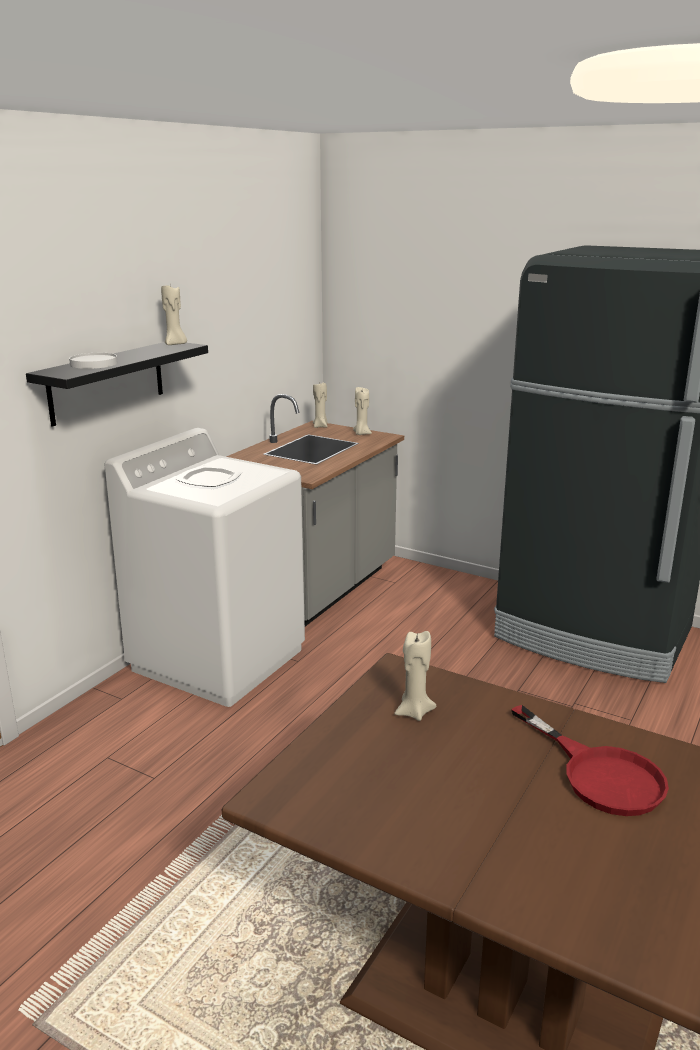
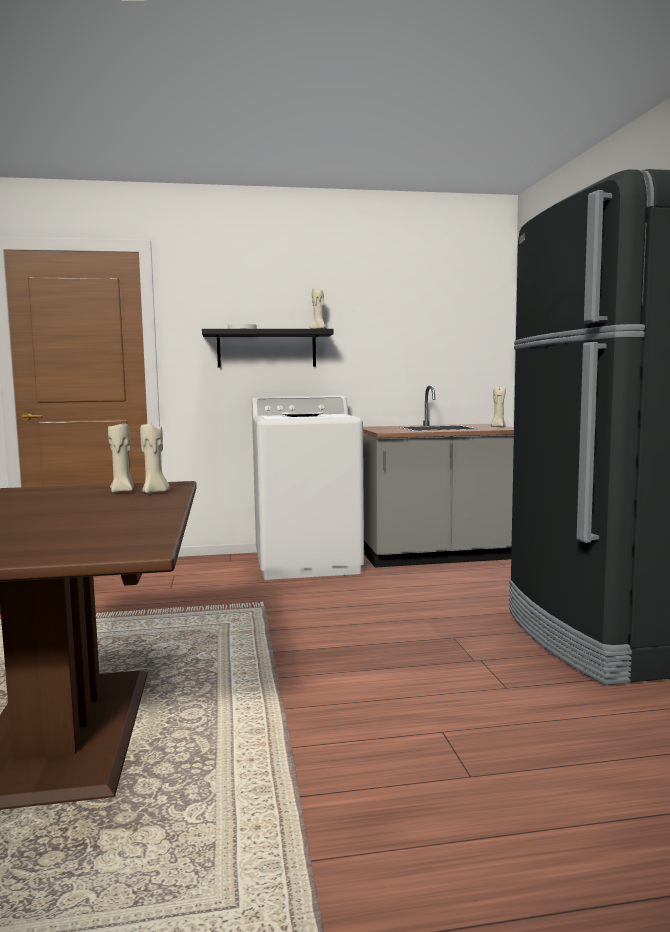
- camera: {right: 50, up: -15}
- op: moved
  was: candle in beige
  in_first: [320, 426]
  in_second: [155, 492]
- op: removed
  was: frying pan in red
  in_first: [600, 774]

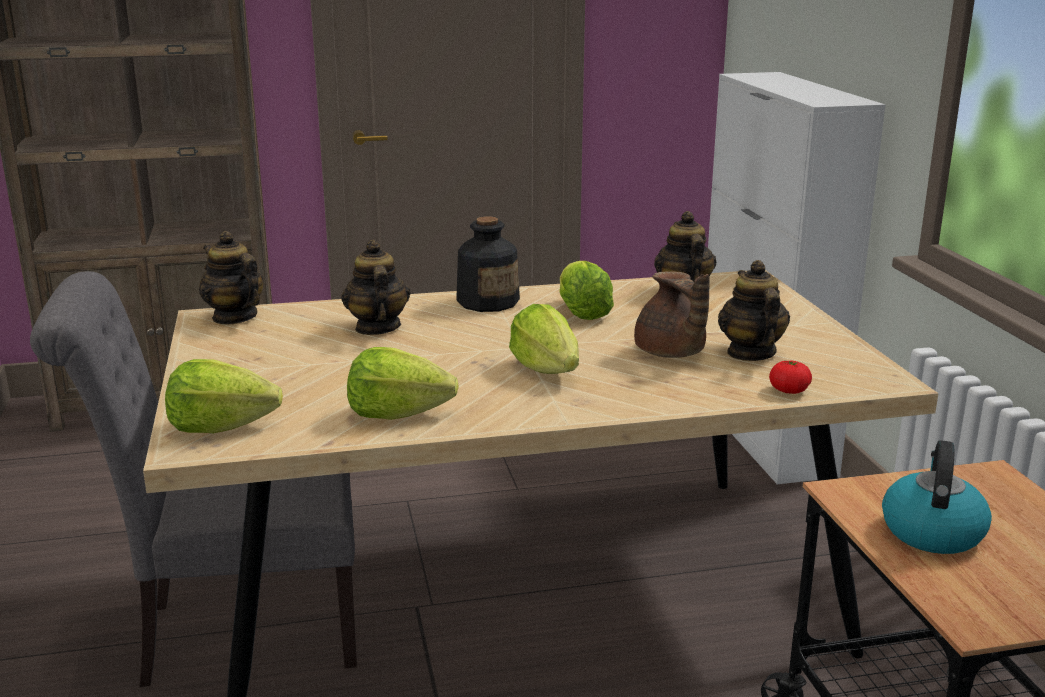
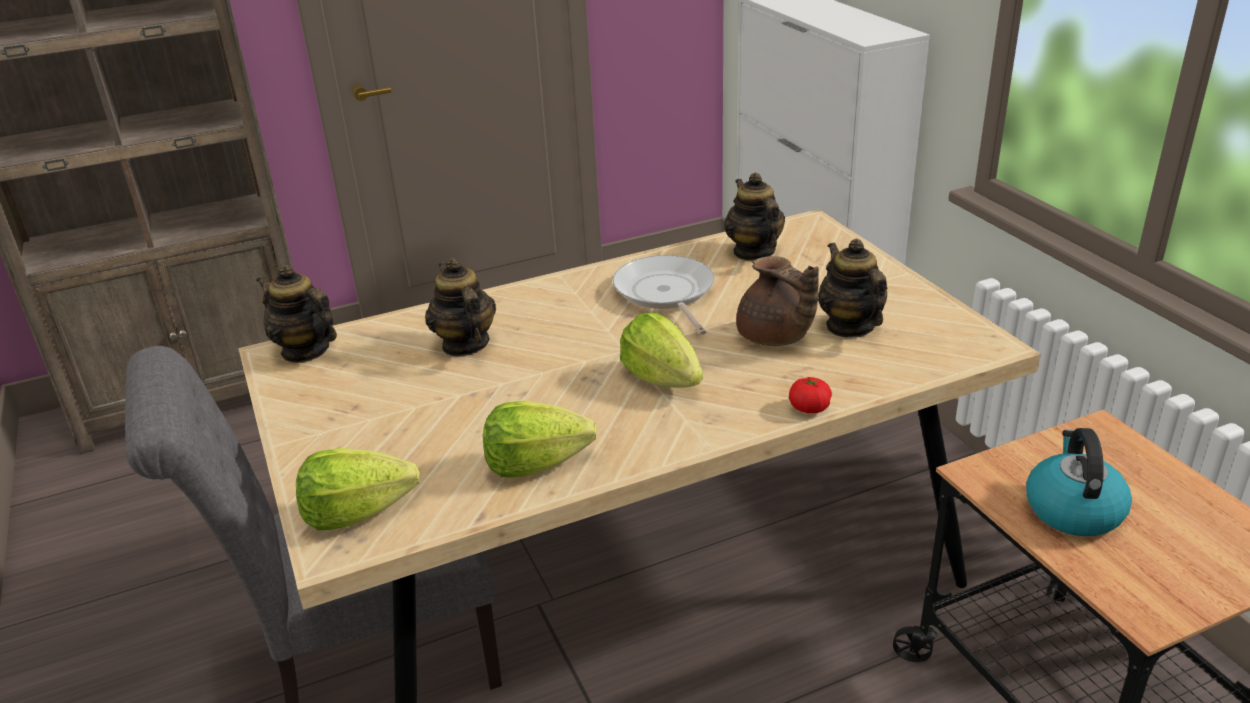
- camera: {right: -10, up: 10}
- op: removed
  was: bottle
  in_first: [488, 302]
- op: replaced
  was: lettuce
  now: frying pan
  in_first: [582, 313]
  in_second: [665, 293]
- op: moved
  was: tomato
  in_first: [789, 390]
  in_second: [809, 408]

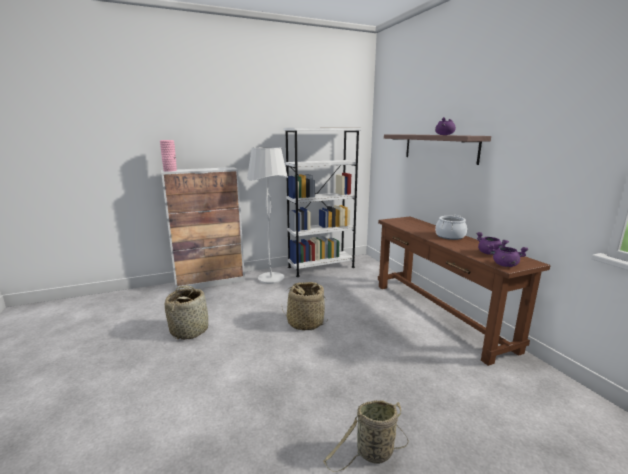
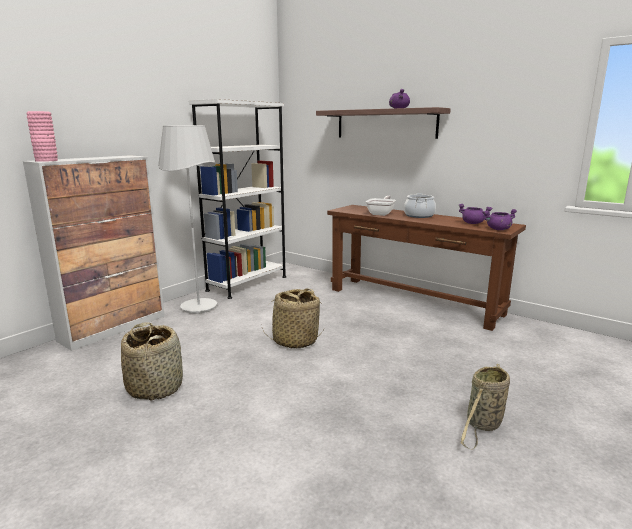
- camera: {right: -30, up: 0}
- op: added
  now: frying pan
  in_second: [381, 213]

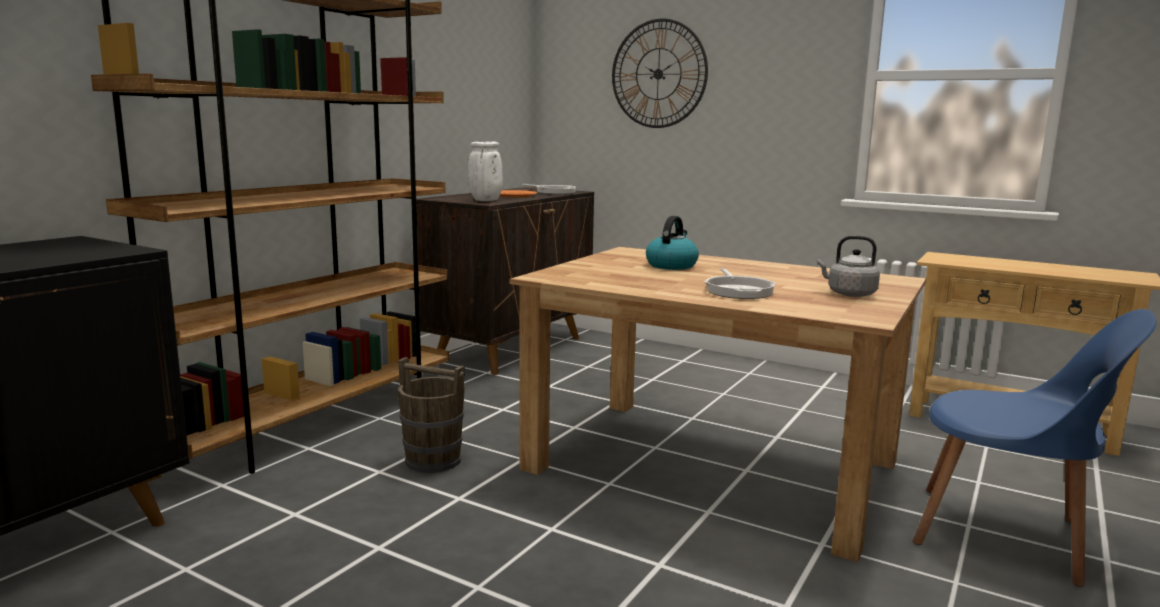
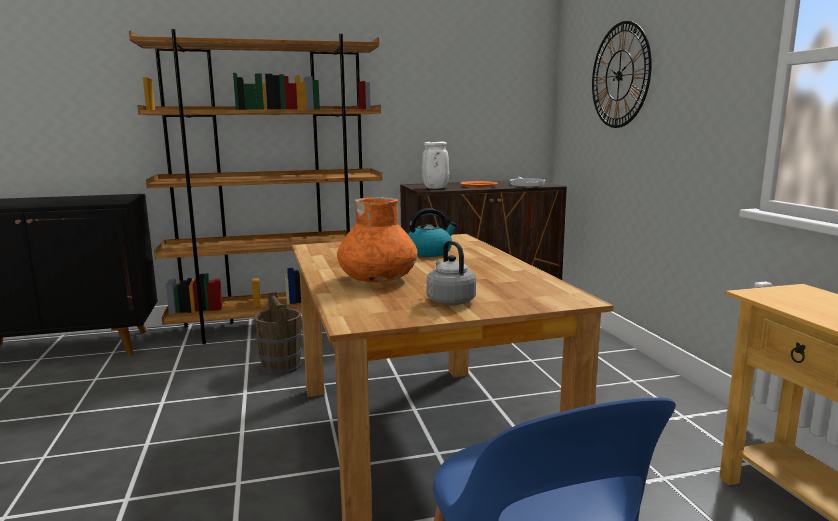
- camera: {right: 45, up: 0}
- op: replaced
  was: frying pan
  now: vase in orange
  in_first: [738, 291]
  in_second: [378, 279]

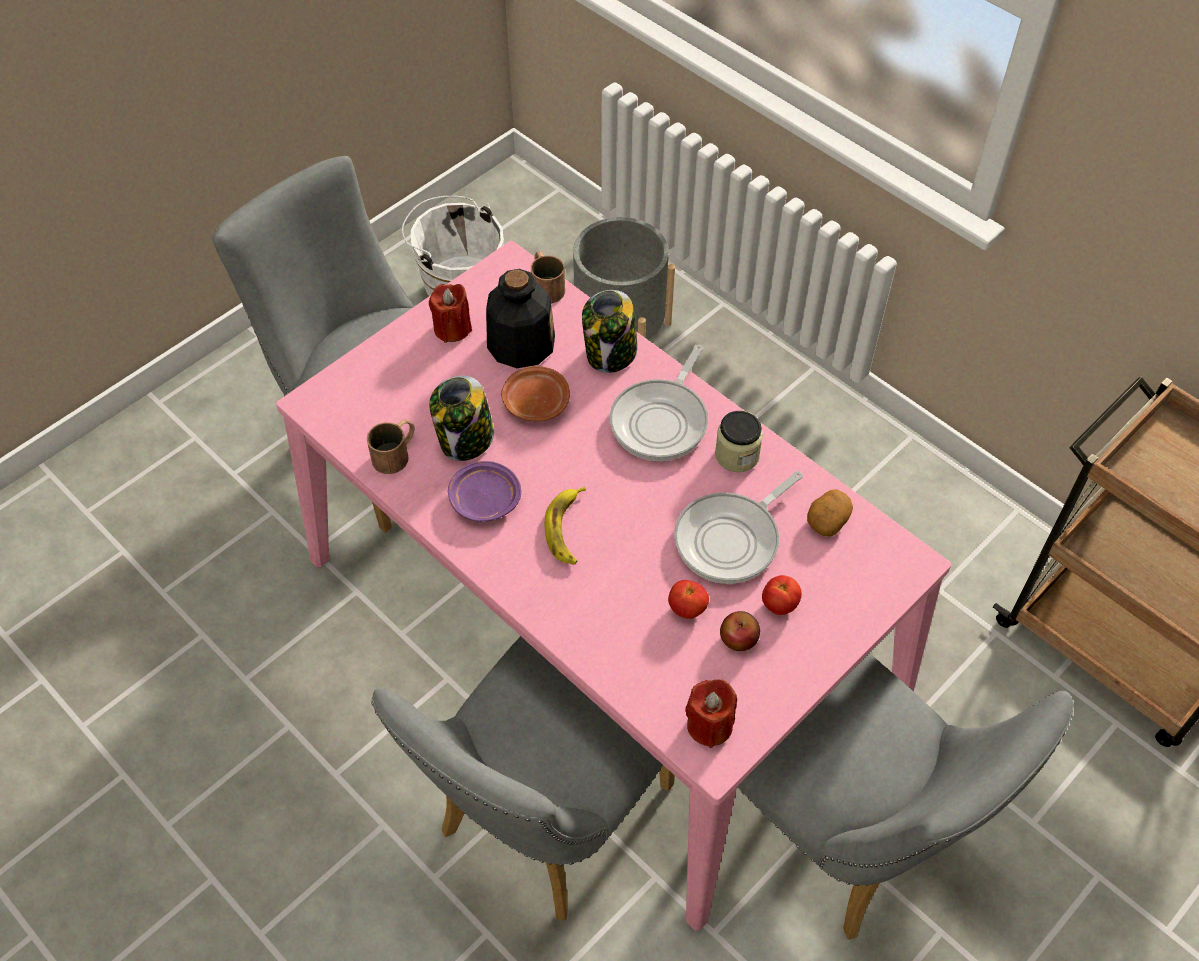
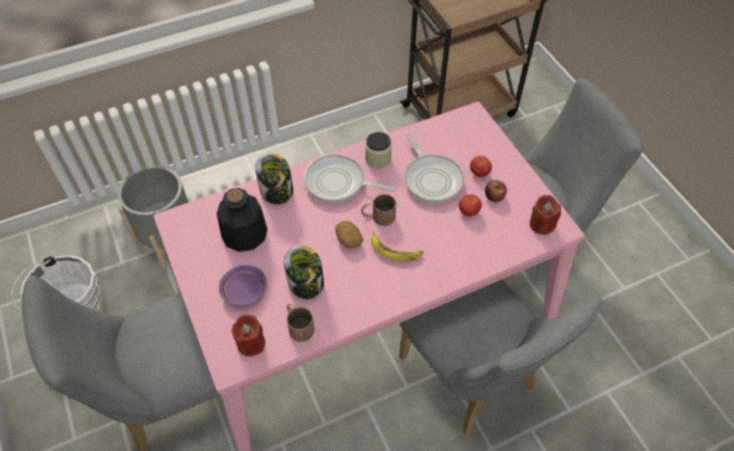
- camera: {right: -70, up: 0}
- op: moved
  was: candle in red
  in_first: [452, 328]
  in_second: [251, 343]
- op: moved
  was: plate in purple
  in_first: [484, 499]
  in_second: [243, 291]
- op: removed
  was: plate in brown
  in_first: [535, 401]
- op: moved
  was: mug in brown
  in_first: [545, 285]
  in_second: [378, 216]
- op: turned
  was: frying pan
  in_first: [662, 420]
  in_second: [338, 183]
  clockwise: 150
- op: moved
  was: potato
  in_first: [827, 520]
  in_second: [348, 239]

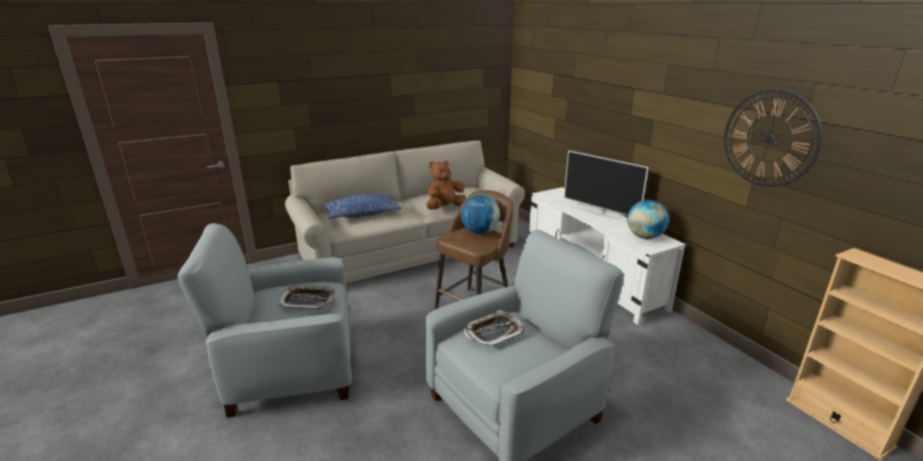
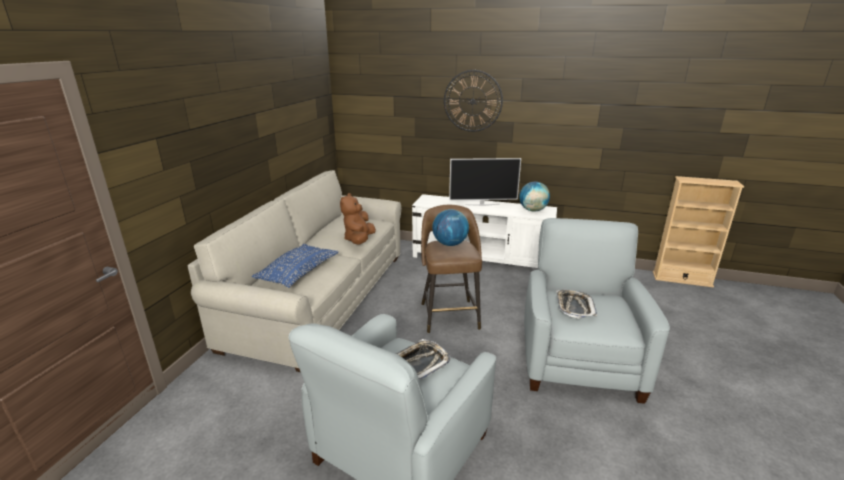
- camera: {right: -45, up: 0}
- op: moved
  was: wall clock
  in_first: [769, 138]
  in_second: [472, 101]

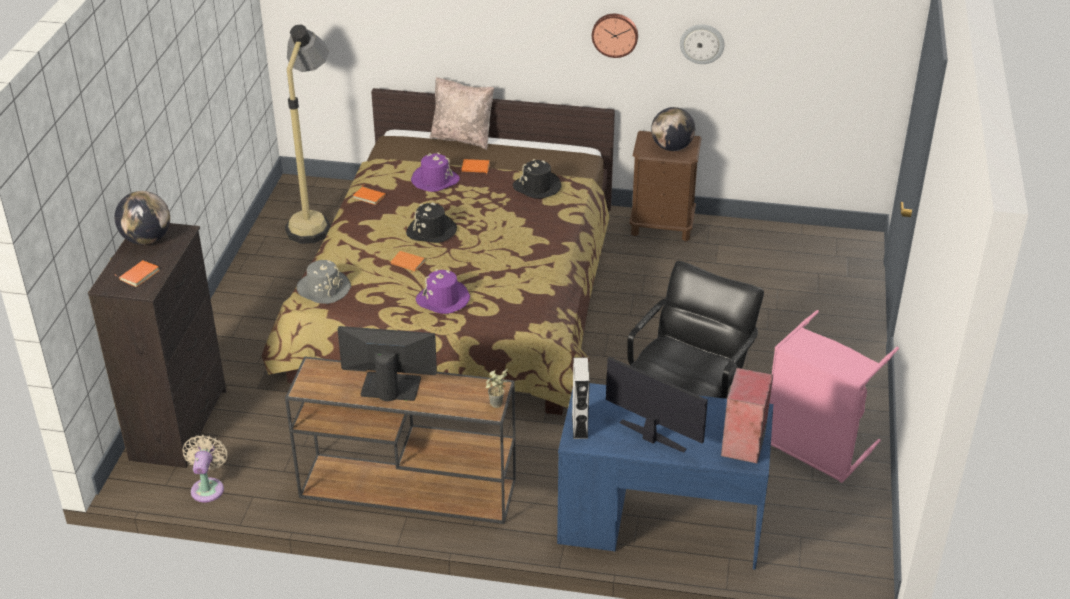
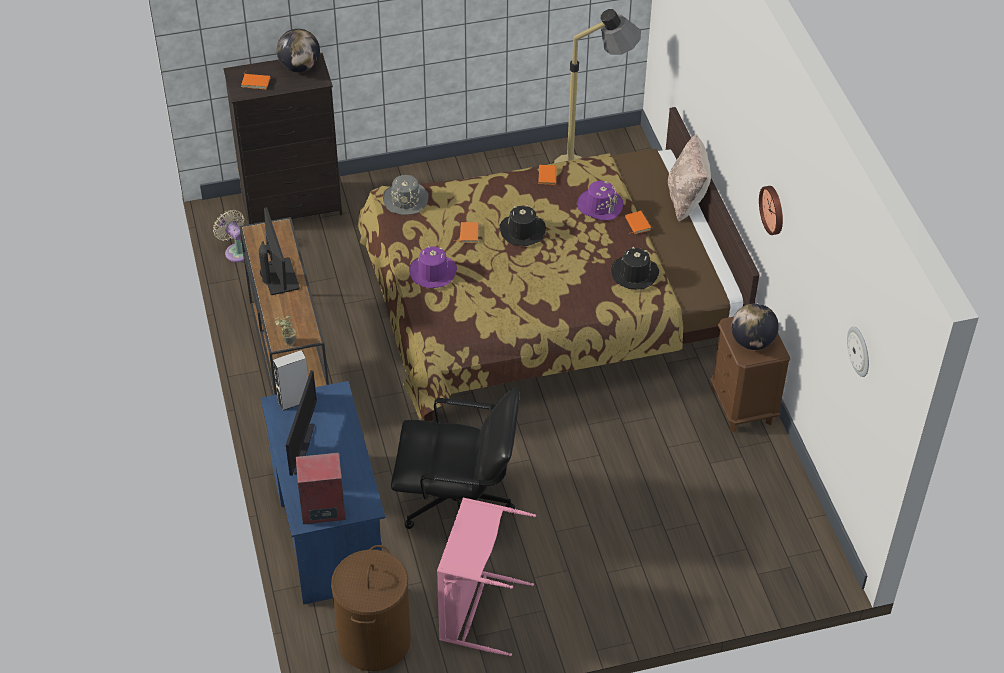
- camera: {right: 65, up: 10}
- op: turned
  was: fan in beige
  in_first: [208, 487]
  in_second: [236, 251]
  clockwise: -105
- op: moved
  was: wall clock
  in_first: [702, 43]
  in_second: [859, 351]
- op: added
  now: laundry basket in brown
  in_second: [374, 641]

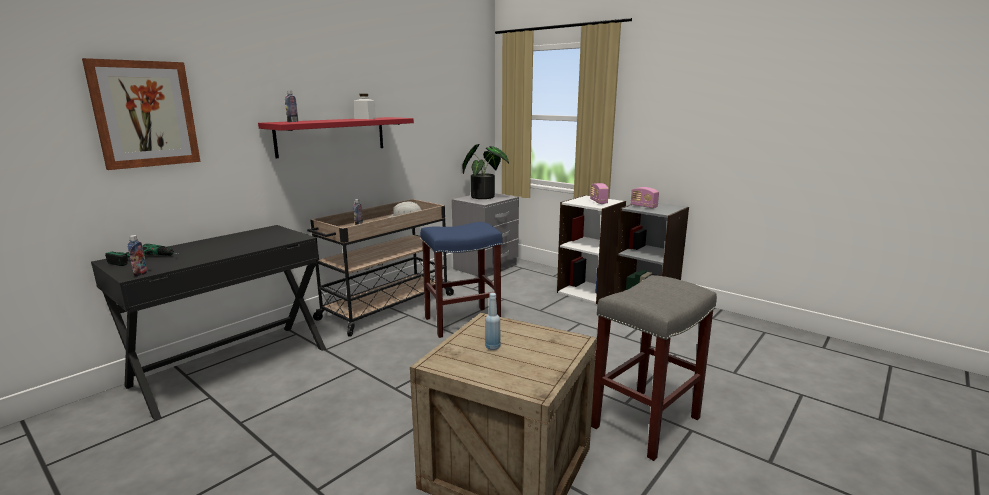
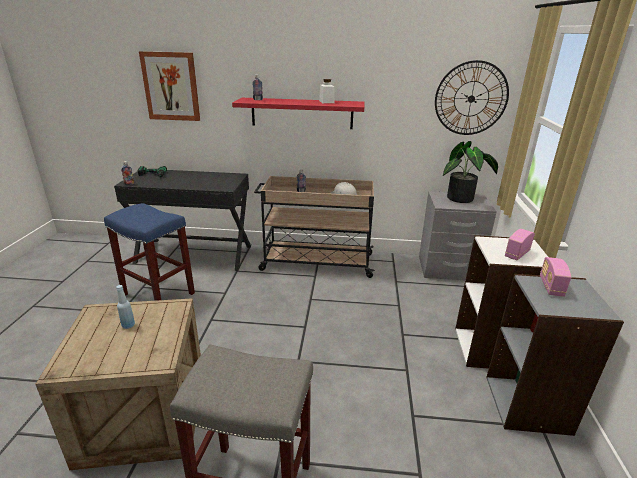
- camera: {right: 55, up: 10}
- op: moved
  was: stool in blue
  in_first: [461, 322]
  in_second: [157, 294]
- op: added
  now: wall clock
  in_second: [471, 99]

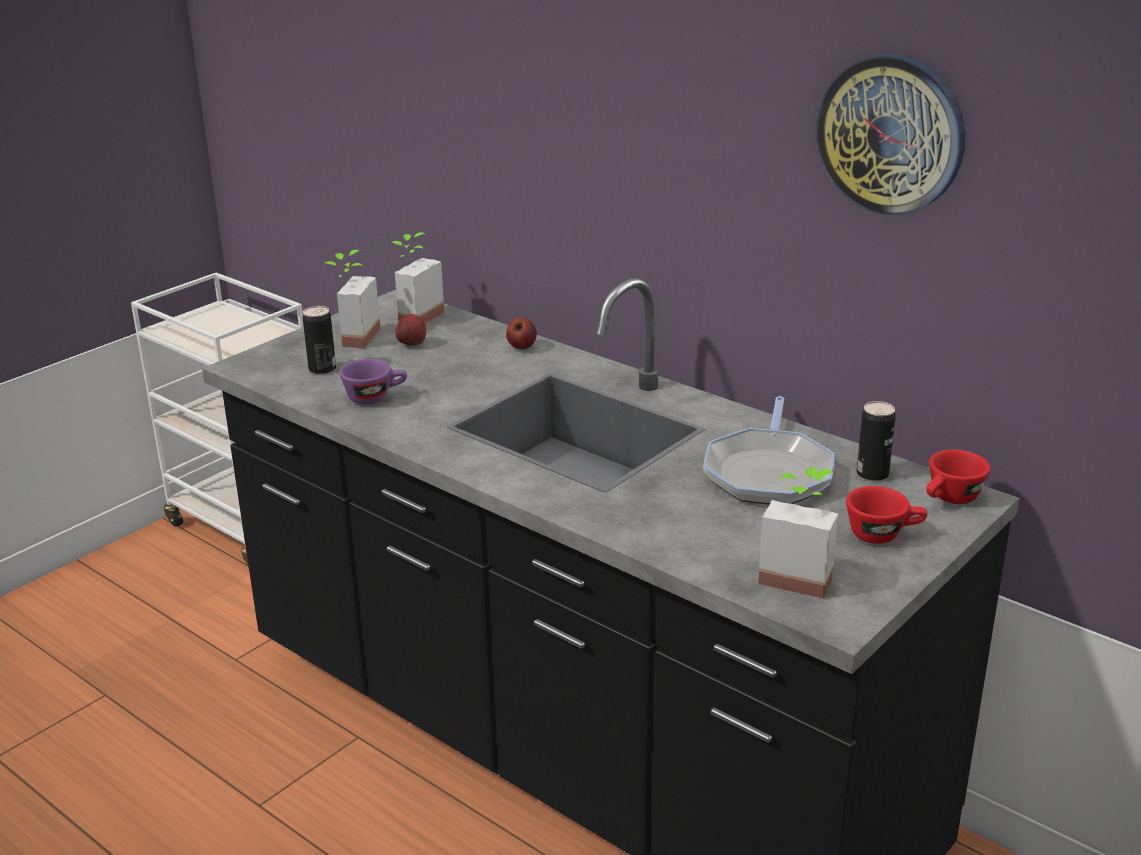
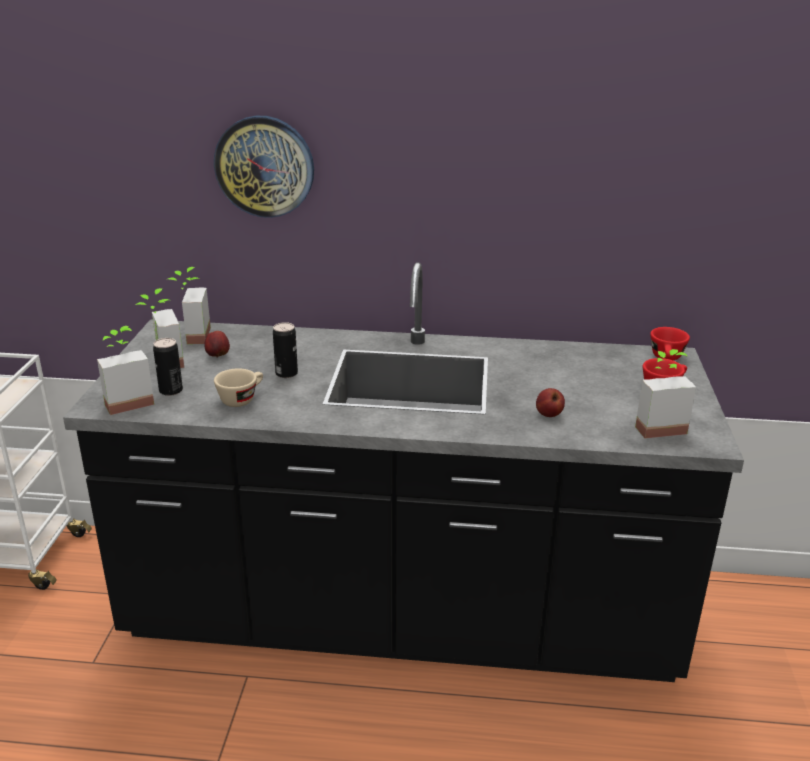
- camera: {right: -35, up: 0}
- op: recoloured
  was: cup in purple
  now: cup in beige
  in_first: [375, 397]
  in_second: [241, 399]
- op: moved
  was: apple
  in_first: [521, 347]
  in_second: [548, 415]
- op: removed
  was: frying pan
  in_first: [768, 472]
- op: moved
  was: wall clock
  in_first: [891, 134]
  in_second: [264, 166]
- op: moved
  was: can
  in_first: [872, 474]
  in_second: [286, 373]
- op: added
  now: potted plant
  in_second: [127, 401]

